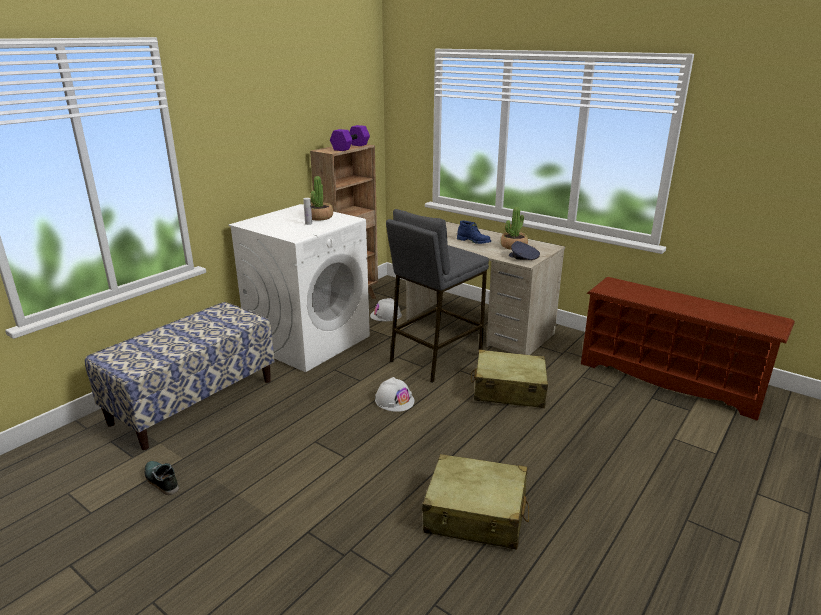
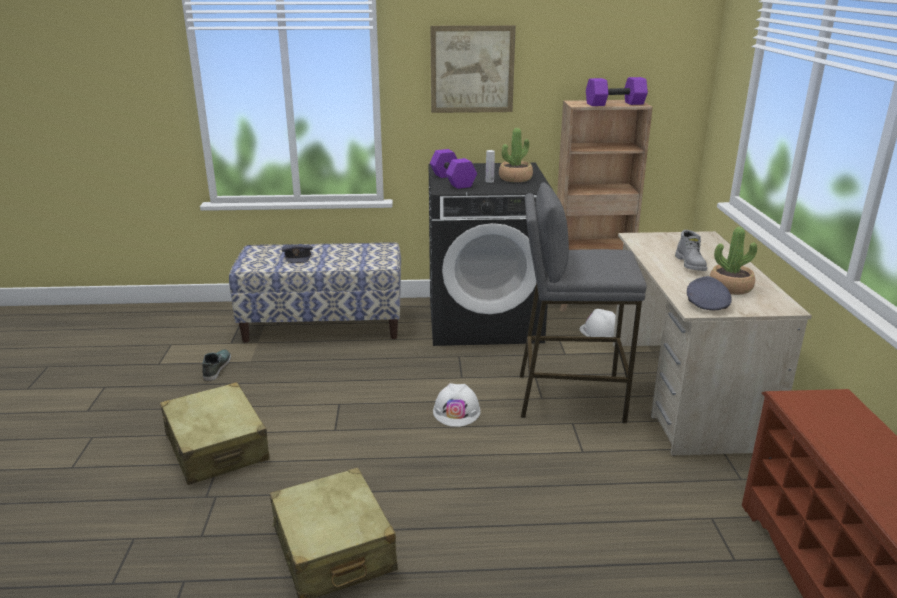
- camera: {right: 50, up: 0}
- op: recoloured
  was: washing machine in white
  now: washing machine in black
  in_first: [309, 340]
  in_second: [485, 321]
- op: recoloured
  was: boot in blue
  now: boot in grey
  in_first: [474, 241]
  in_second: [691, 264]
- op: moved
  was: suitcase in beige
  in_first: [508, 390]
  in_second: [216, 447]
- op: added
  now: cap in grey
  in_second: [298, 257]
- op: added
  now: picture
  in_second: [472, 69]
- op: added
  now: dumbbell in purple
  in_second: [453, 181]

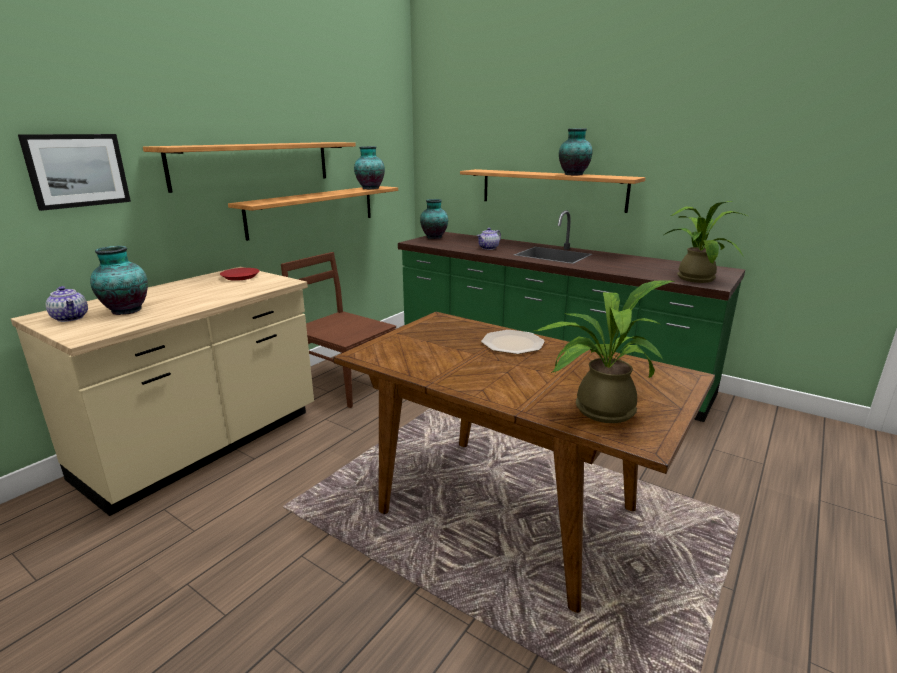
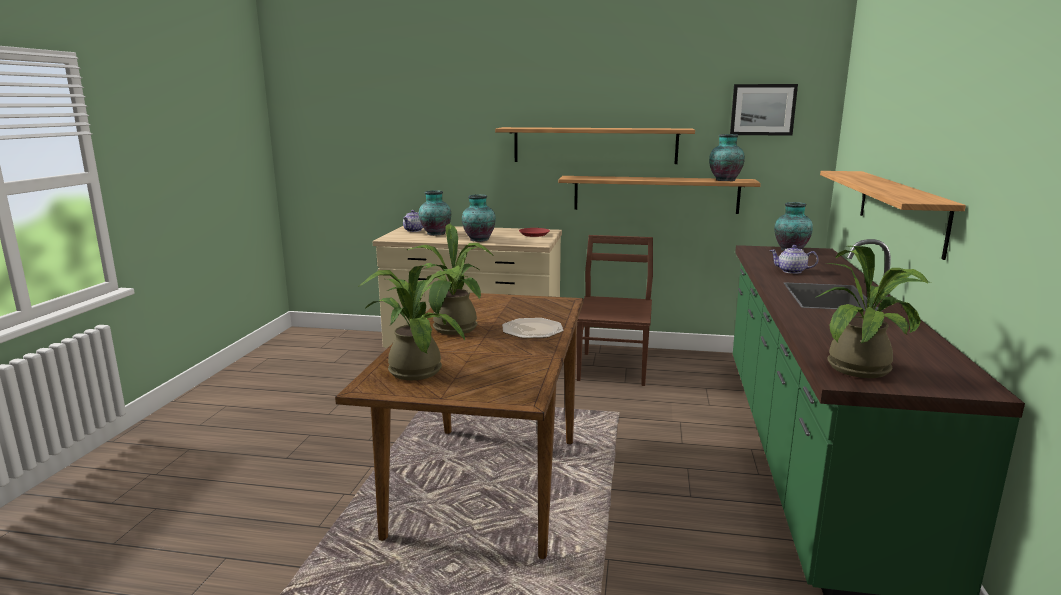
- camera: {right: 65, up: -5}
- op: moved
  was: picture
  in_first: [77, 170]
  in_second: [762, 109]
- op: moved
  was: vase
  in_first: [573, 174]
  in_second: [478, 240]
- op: added
  now: potted plant
  in_second: [453, 330]

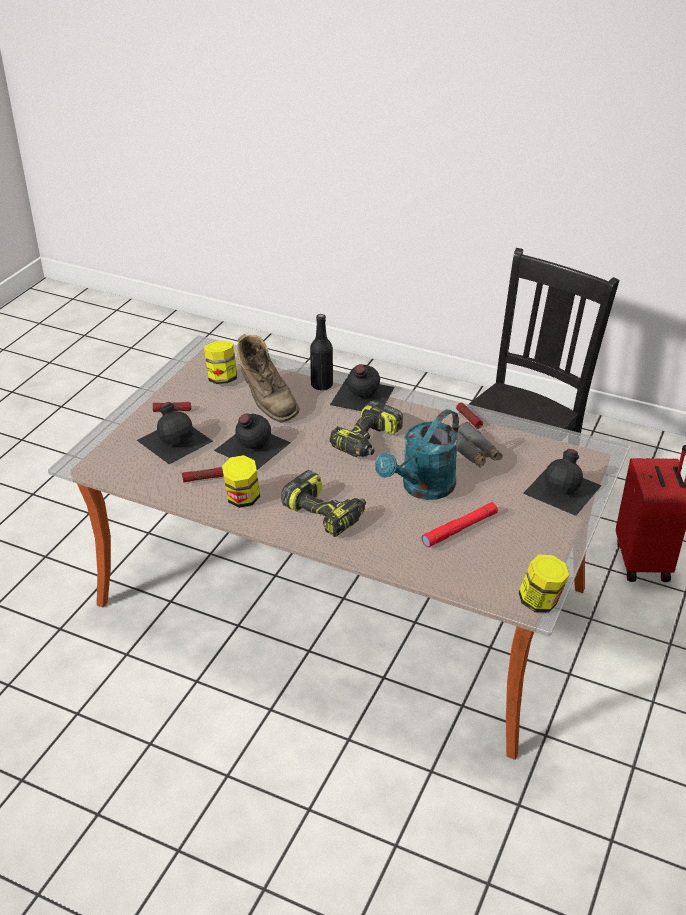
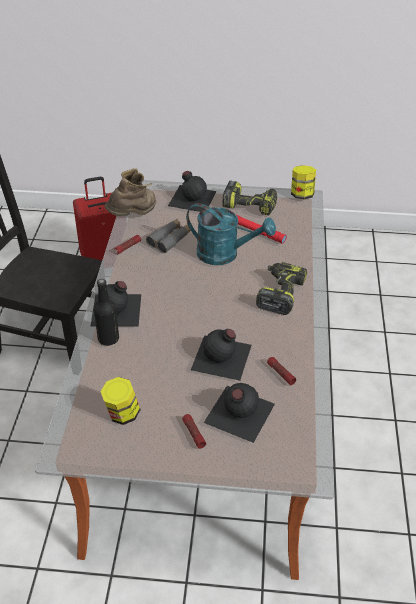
- camera: {right: -110, up: 5}
- op: removed
  was: jar
  in_first: [242, 499]
- op: moved
  was: boot in brown
  in_first: [266, 403]
  in_second: [134, 216]
- op: moved
  was: power drill
  in_first: [367, 441]
  in_second: [251, 205]

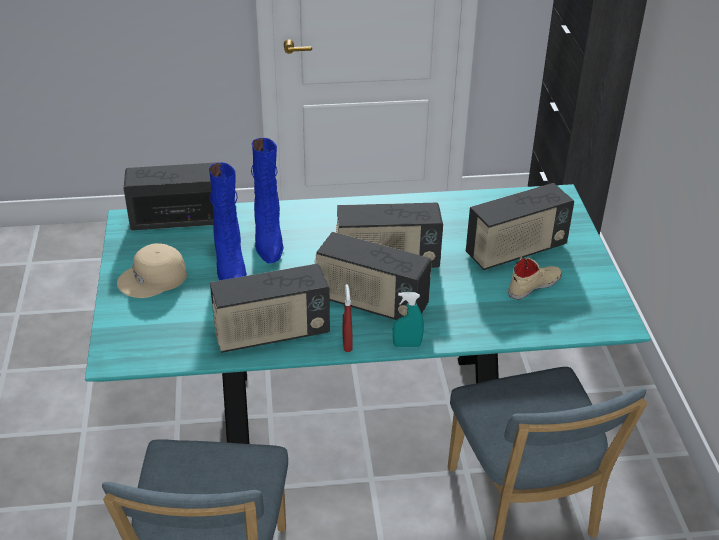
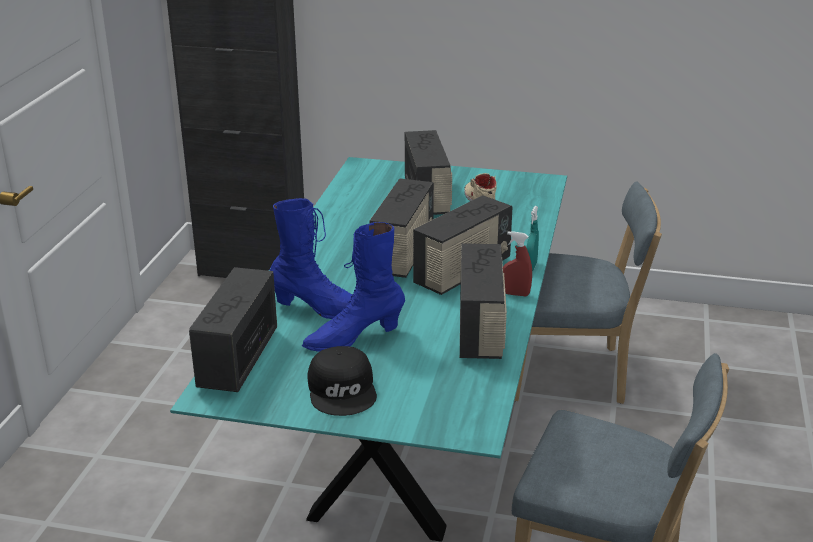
- camera: {right: -70, up: -10}
- op: recoloured
  was: cap in beige
  now: cap in black
  in_first: [153, 279]
  in_second: [343, 390]
- op: turned
  was: boot in blue
  in_first: [230, 266]
  in_second: [353, 338]
  clockwise: 150

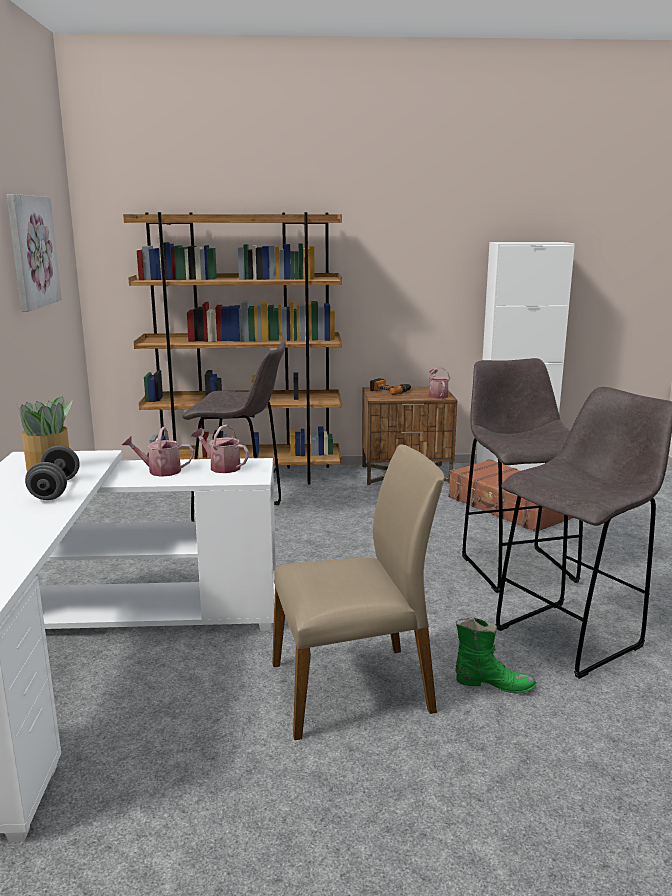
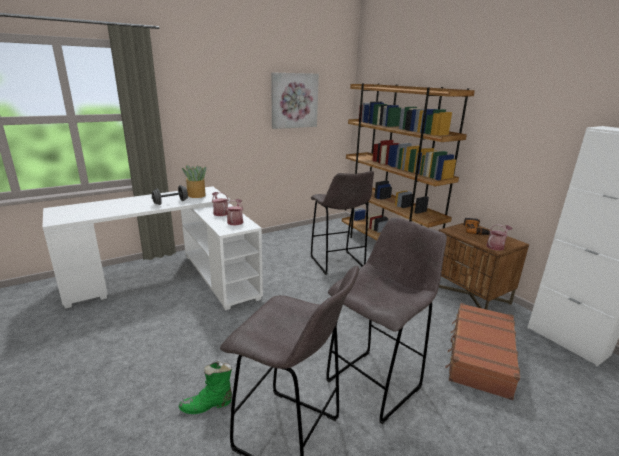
- camera: {right: 60, up: 5}
- op: removed
  was: chair in beige
  in_first: [353, 688]
- op: turned
  was: boot in green
  in_first: [492, 684]
  in_second: [207, 405]
  clockwise: 90

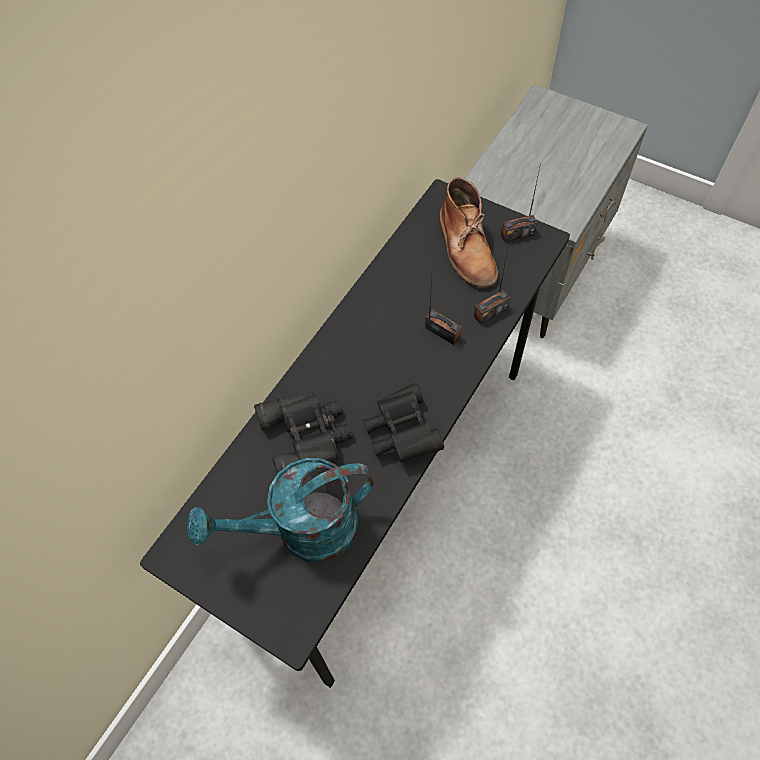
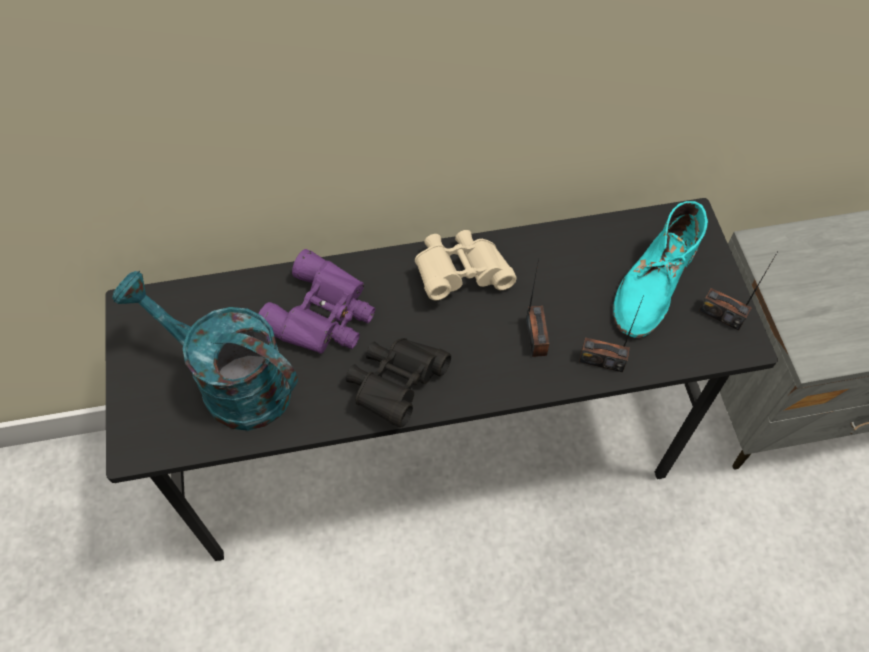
- camera: {right: 45, up: 0}
- op: recoloured
  was: binoculars in black
  now: binoculars in purple
  in_first: [307, 435]
  in_second: [324, 315]
- op: recoloured
  was: boot in brown
  now: boot in turquoise
  in_first: [466, 249]
  in_second: [653, 285]
- op: added
  now: binoculars in beige
  in_second: [461, 274]

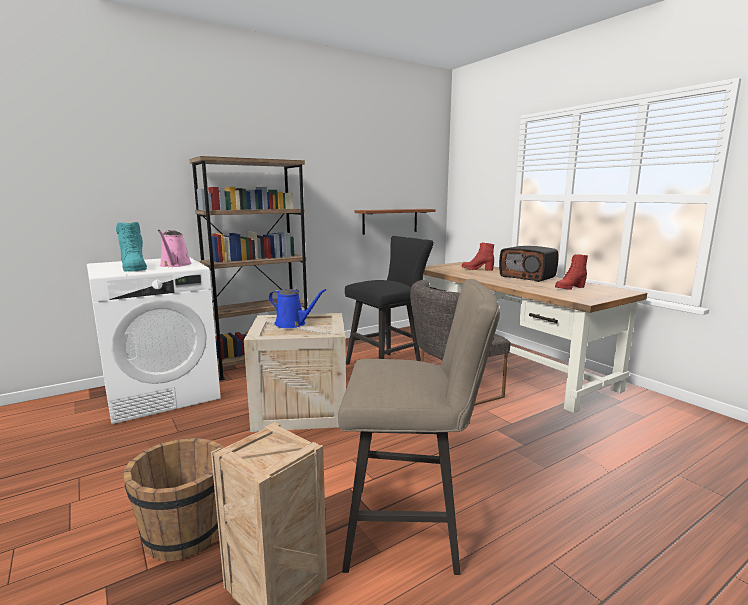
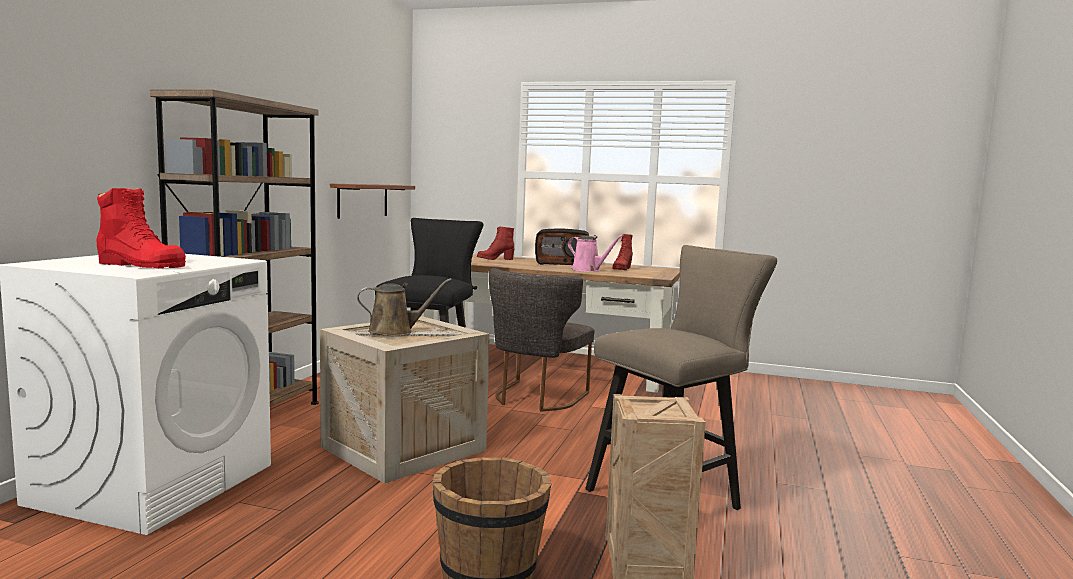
- camera: {right: -40, up: -5}
- op: recoloured
  was: boot in turquoise
  now: boot in red
  in_first: [134, 268]
  in_second: [141, 265]
- op: moved
  was: watering can in pink
  in_first: [175, 265]
  in_second: [588, 270]
- op: recoloured
  was: watering can in blue
  now: watering can in brown
  in_first: [293, 324]
  in_second: [395, 331]

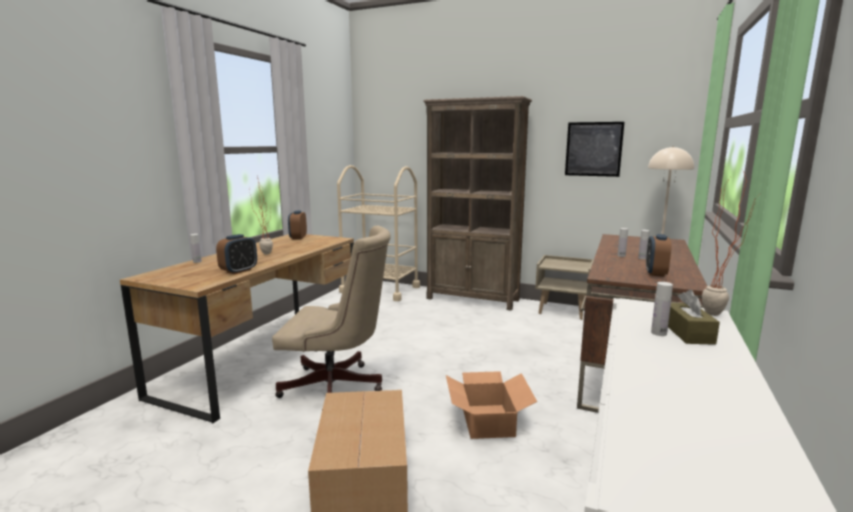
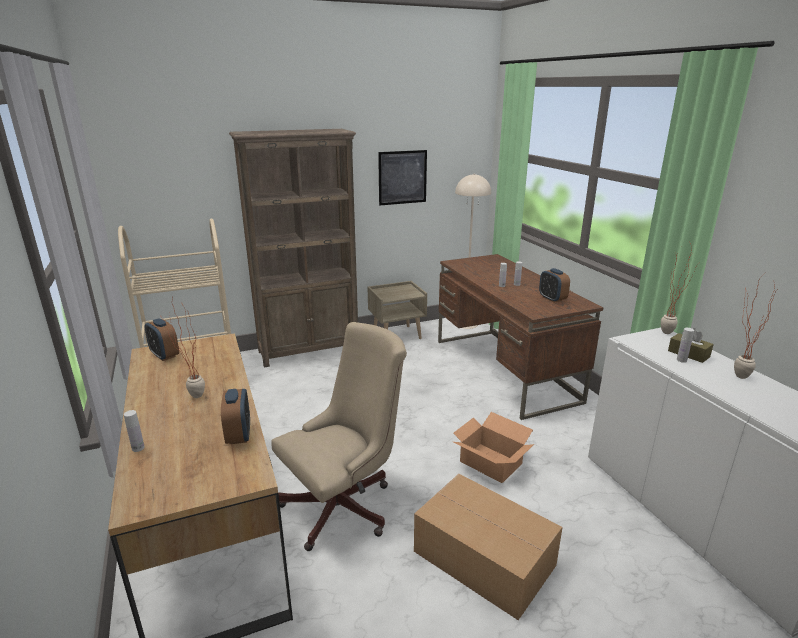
- camera: {right: -45, up: 10}
- op: added
  now: potted plant
  in_second: [734, 376]

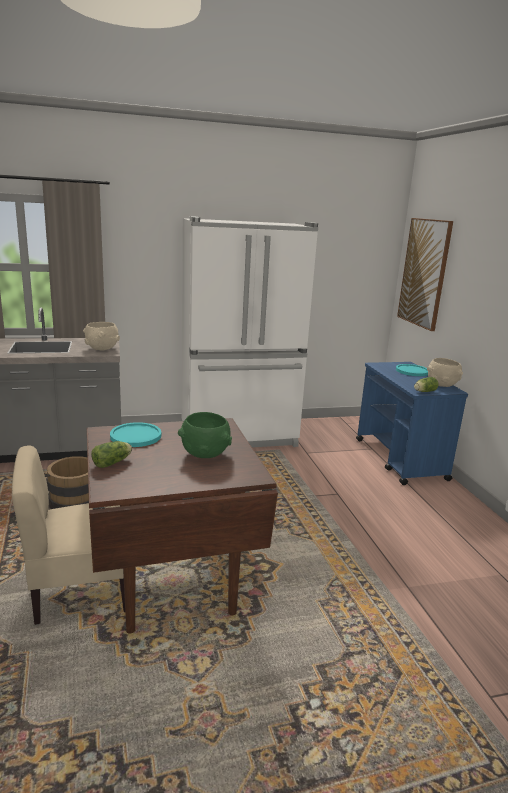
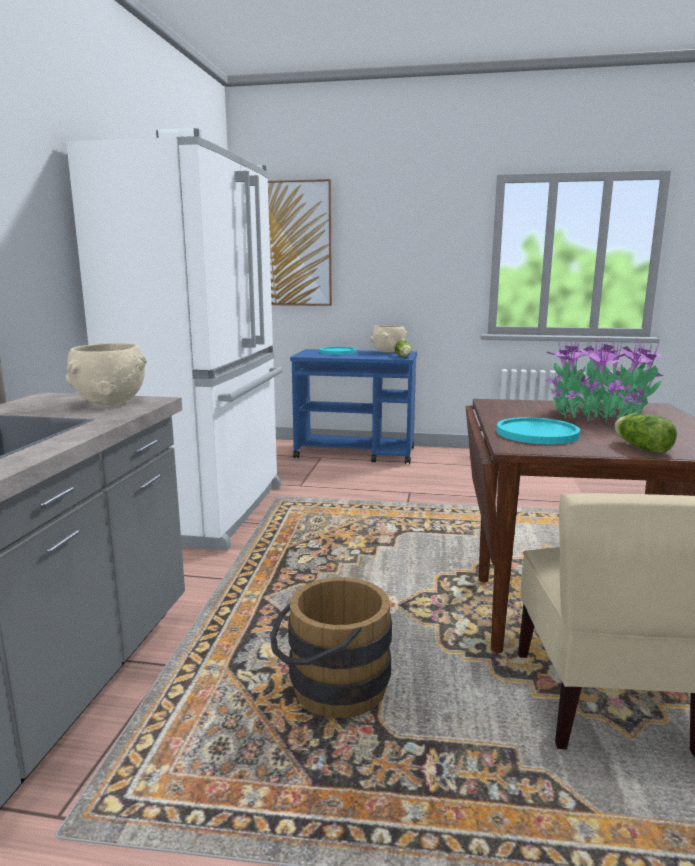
- camera: {right: -65, up: -5}
- op: replaced
  was: bowl in green
  now: potted plant
  in_first: [204, 454]
  in_second: [598, 414]

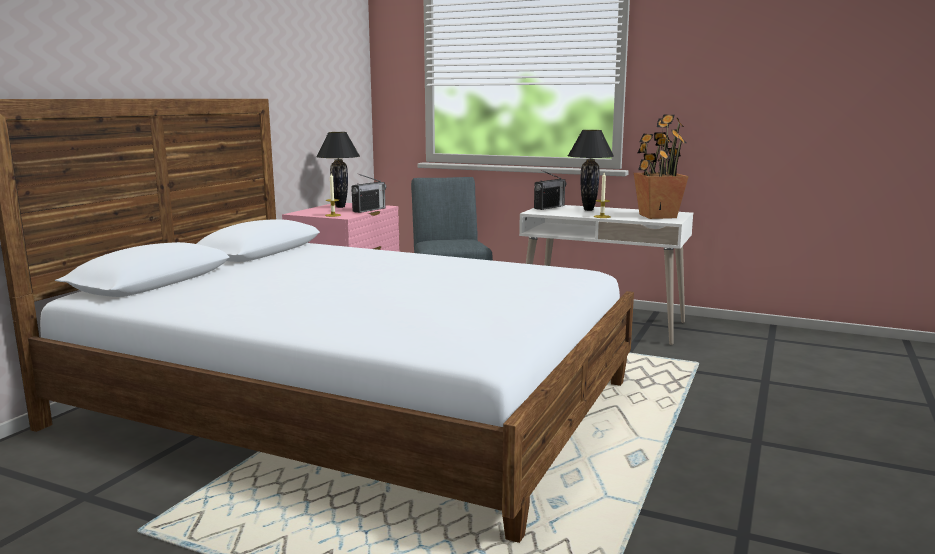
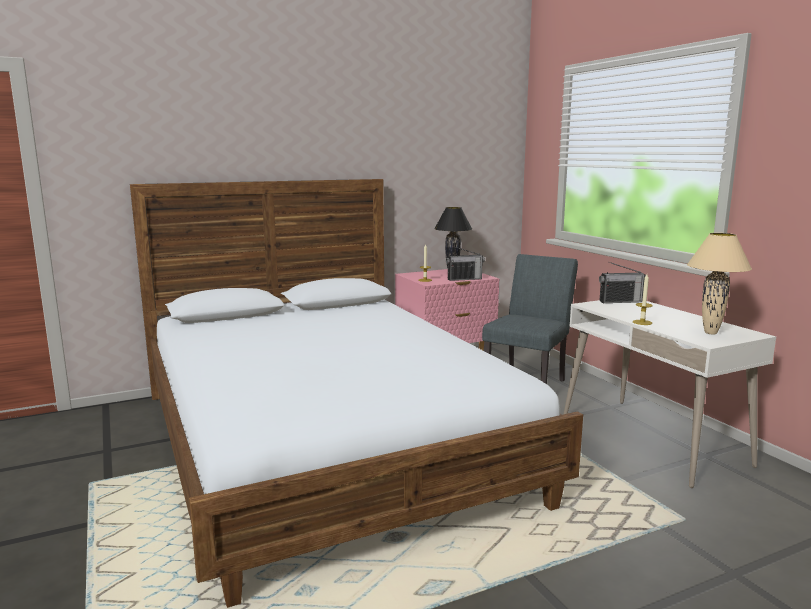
- camera: {right: 40, up: 0}
- op: removed
  was: table lamp in black
  in_first: [589, 210]
- op: replaced
  was: potted plant
  now: table lamp in beige
  in_first: [657, 216]
  in_second: [710, 333]

